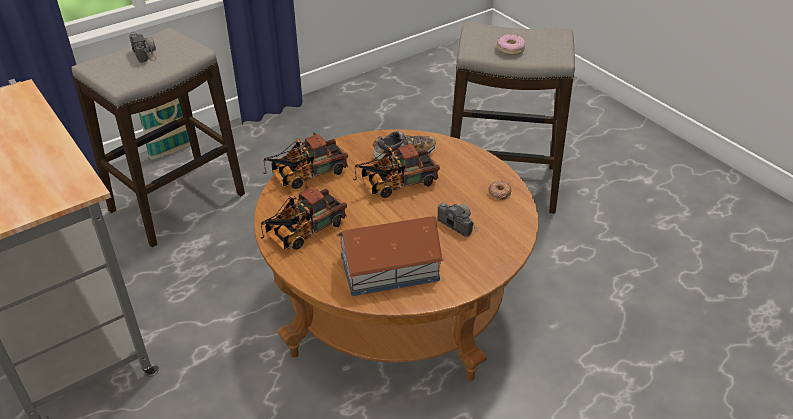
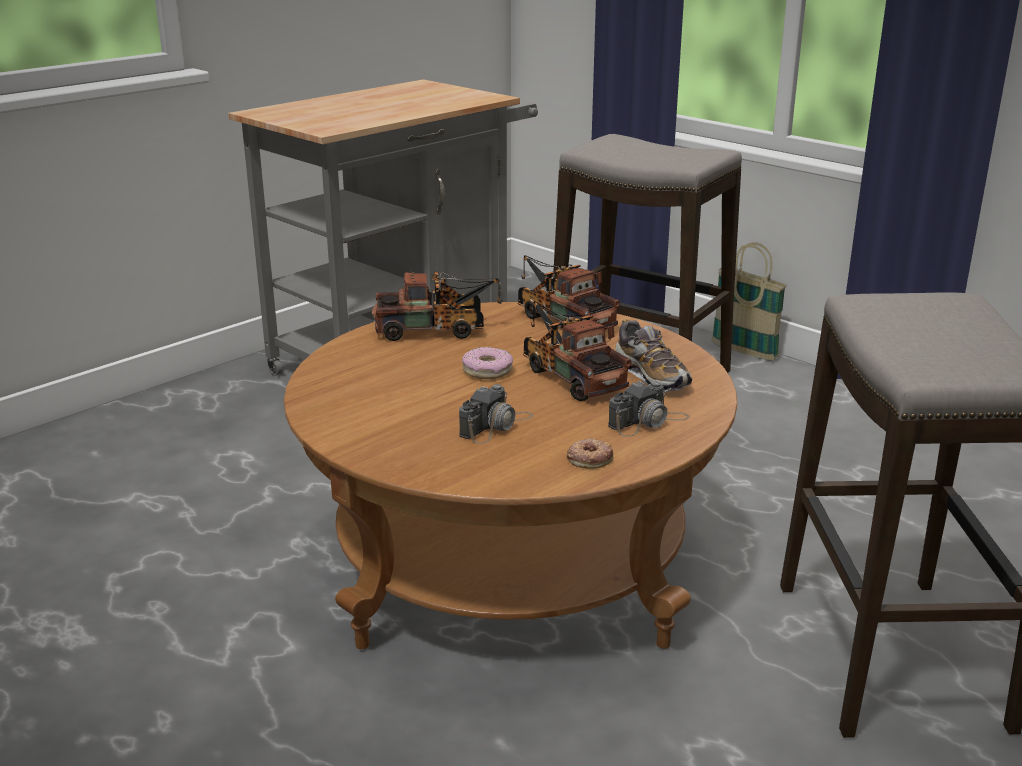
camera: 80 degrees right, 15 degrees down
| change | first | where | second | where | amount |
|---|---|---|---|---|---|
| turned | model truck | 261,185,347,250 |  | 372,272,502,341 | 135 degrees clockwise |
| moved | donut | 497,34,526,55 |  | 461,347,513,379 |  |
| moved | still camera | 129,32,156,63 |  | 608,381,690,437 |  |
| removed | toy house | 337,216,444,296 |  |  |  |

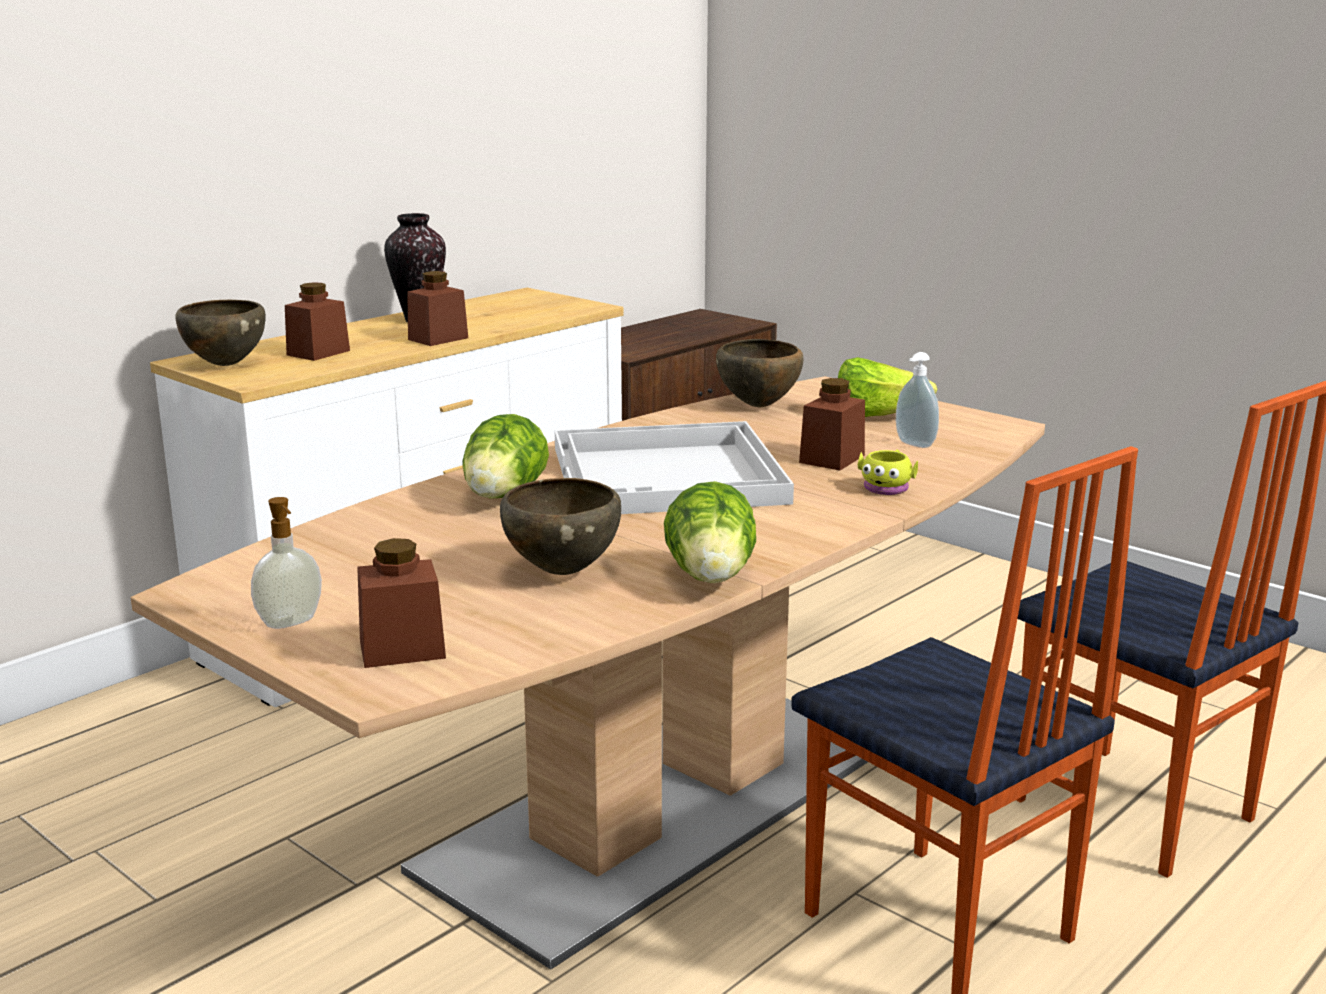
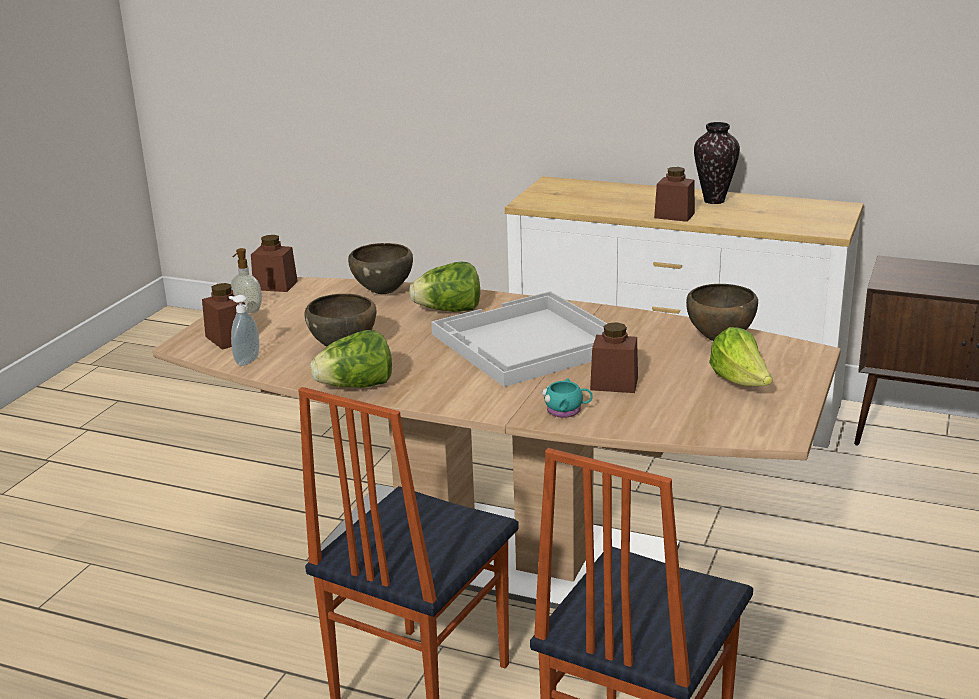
camera: 70 degrees right, 5 degrees up
| change | first | where | second | where | amount |
|---|---|---|---|---|---|
| moved | soap dispenser | 896,352,939,448 |  | 229,295,259,366 |  |
| moved | brown storage jar | 285,282,350,361 |  | 251,235,298,292 |  |
| moved | brown serving bowl | 175,300,266,366 |  | 348,243,413,294 |  |
| recoloured | yellowish tea mug | 858,450,918,495 | turquoise tea mug | 542,378,593,418 |  |

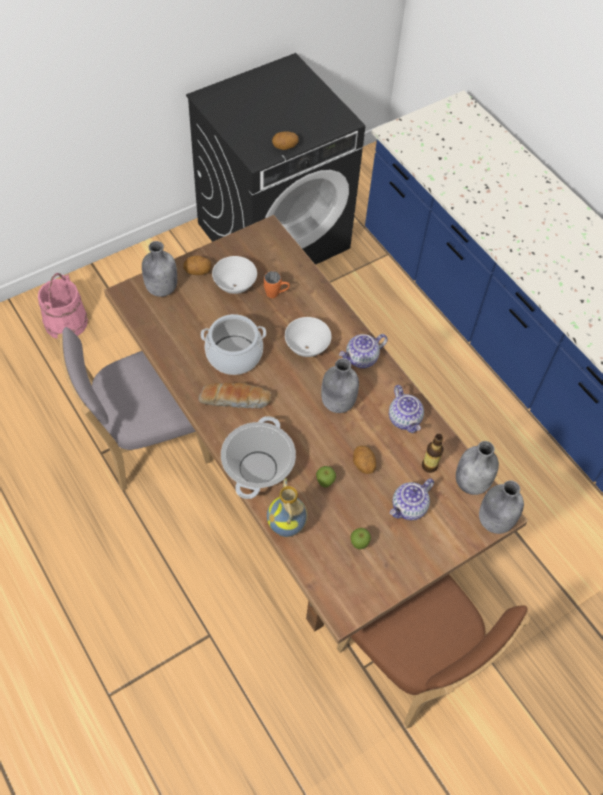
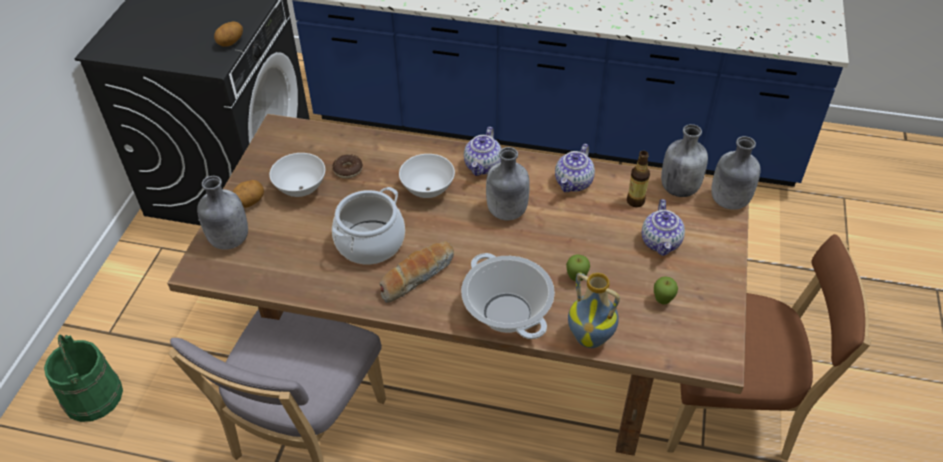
camera: 40 degrees left, 10 degrees down
| change | first | where | second | where | amount |
|---|---|---|---|---|---|
| recoloured | pinkish bucket | 38,273,88,339 | green-coloured bucket | 44,334,123,422 |  |
| replaced | orange-coloured tea mug | 264,271,290,298 | donut | 333,154,363,179 |  |
| turned | tea pot | 389,385,424,433 |  | 555,144,595,192 | 90 degrees clockwise |
| removed | potato | 353,446,376,474 |  |  |  |

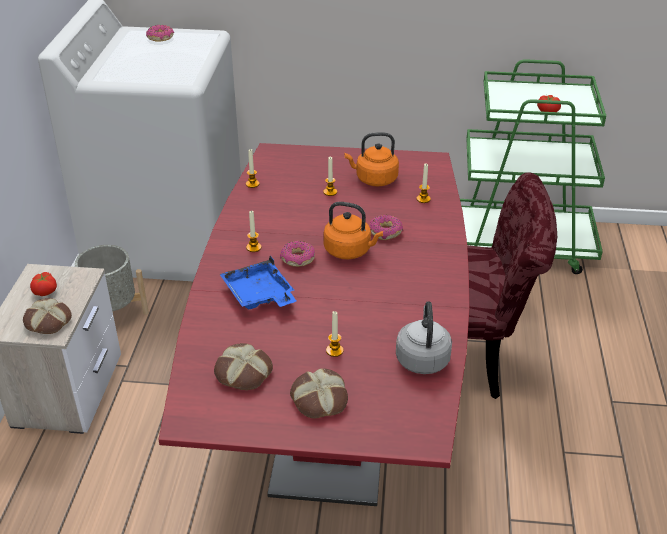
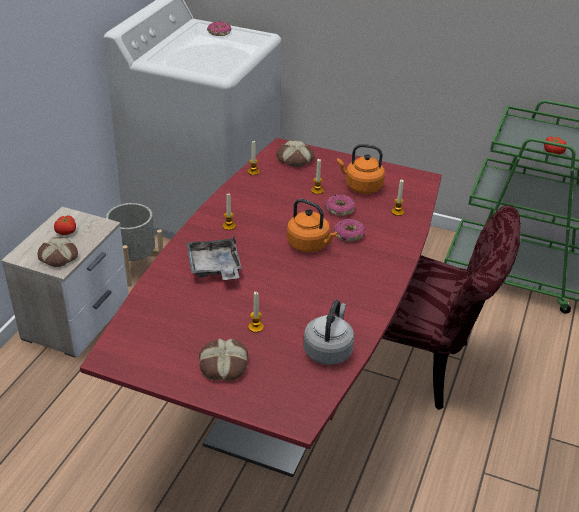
camera: 15 degrees right, 0 degrees up
| change | first | where | second | where | amount |
|---|---|---|---|---|---|
| recoloured | blue carrying tray | 220,256,296,309 | gray carrying tray | 186,236,242,280 |  |
| moved | bread | 214,343,273,390 |  | 276,140,315,167 |  |
| moved | donut | 280,241,315,267 |  | 325,195,355,216 |  |

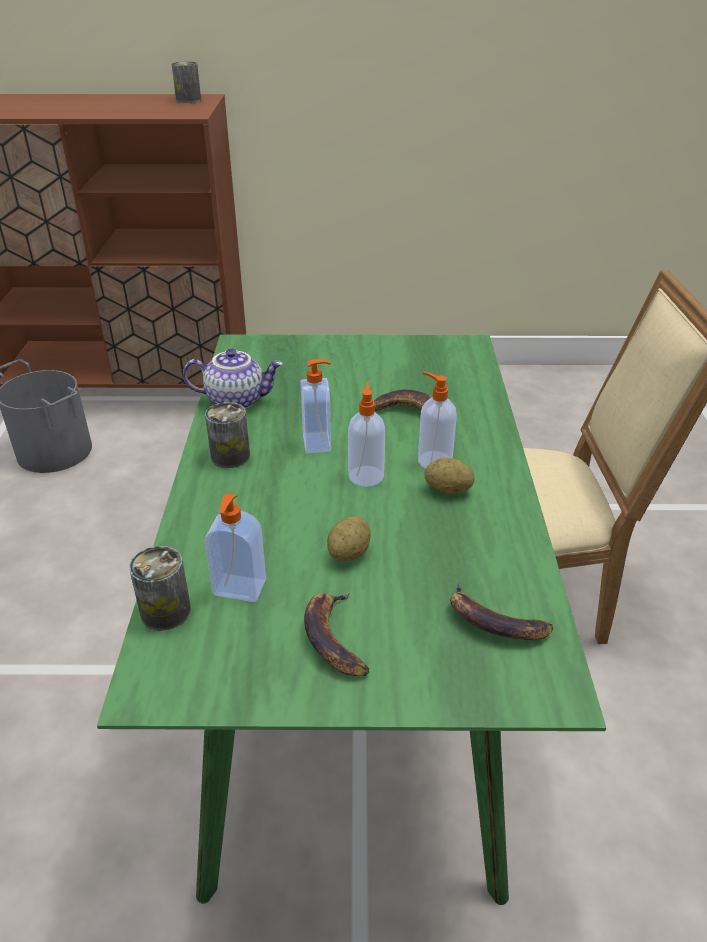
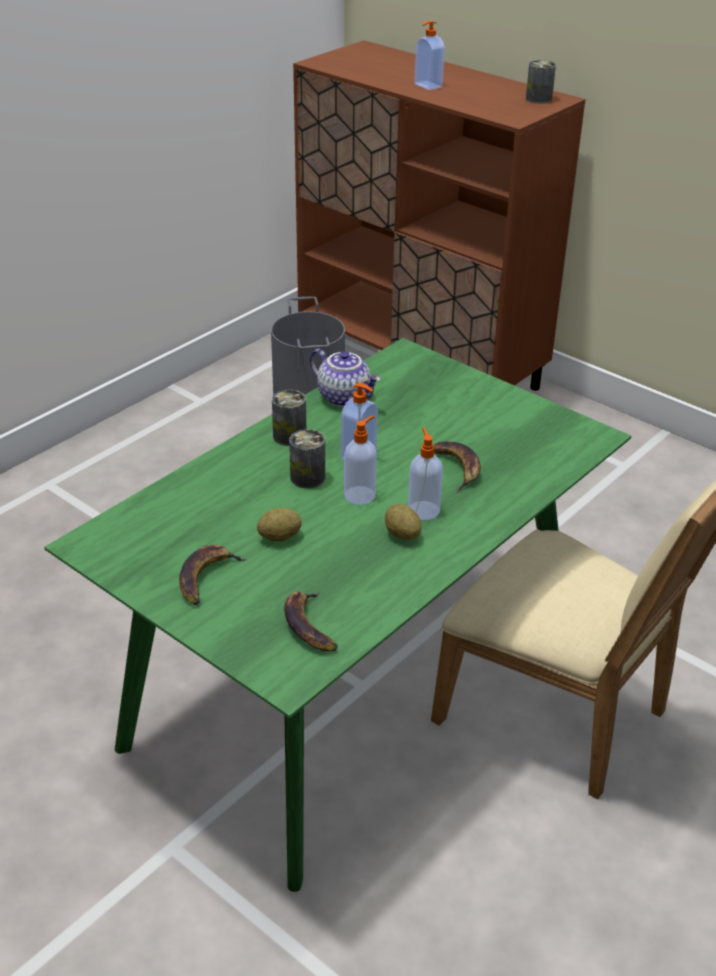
camera: 40 degrees right, 0 degrees up
| change | first | where | second | where | amount |
|---|---|---|---|---|---|
| moved | can | 129,546,191,631 |  | 289,429,325,488 |  |
| moved | soap dispenser | 205,493,266,602 |  | 414,21,445,90 |  |

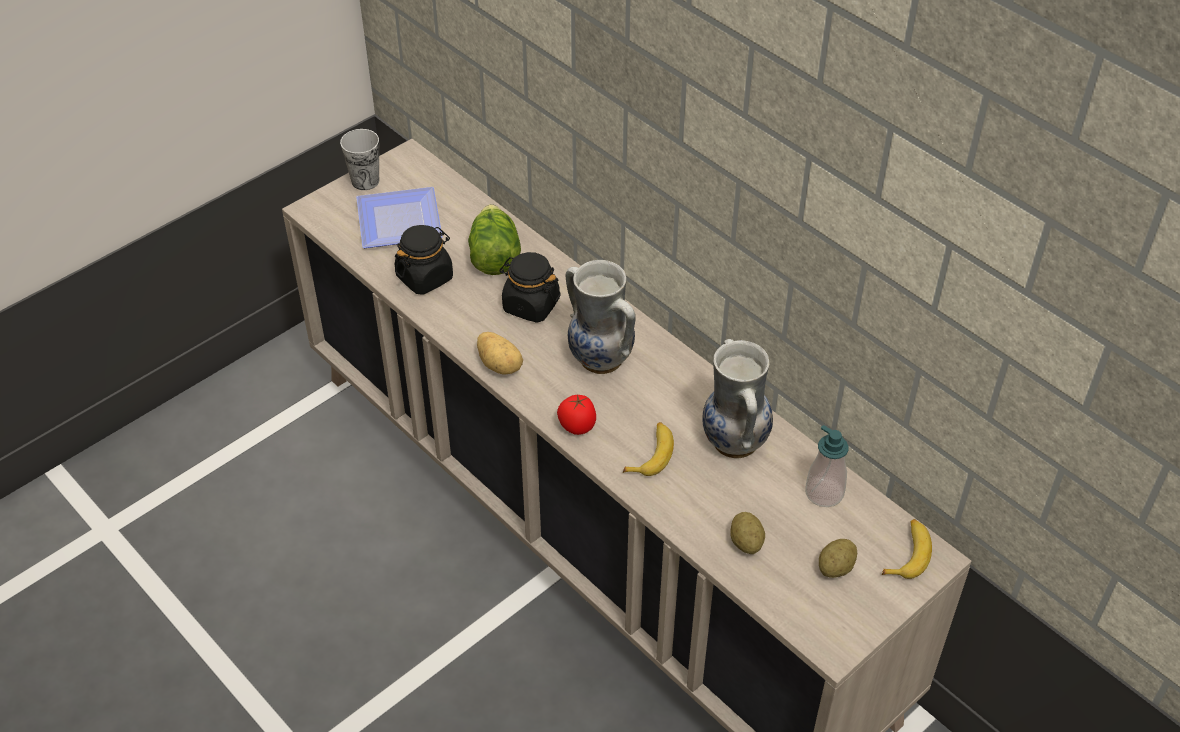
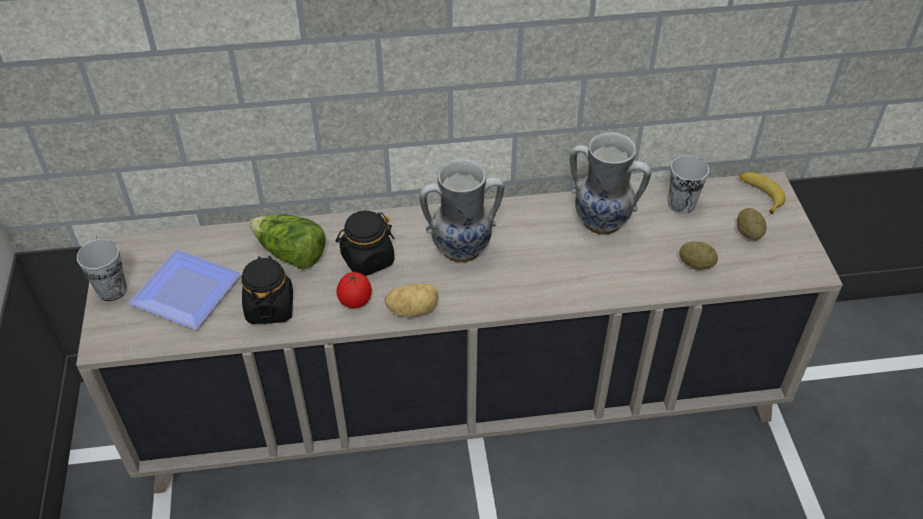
camera: 55 degrees left, 0 degrees up
| change | first | where | second | where | amount |
|---|---|---|---|---|---|
| moved | whole tomato | 557,395,596,435 |  | 336,272,372,308 |  |
| replaced | soap dispenser | 805,425,849,507 | cup | 668,155,709,214 |  |
| removed | whole banana | 623,422,674,476 |  |  |  |

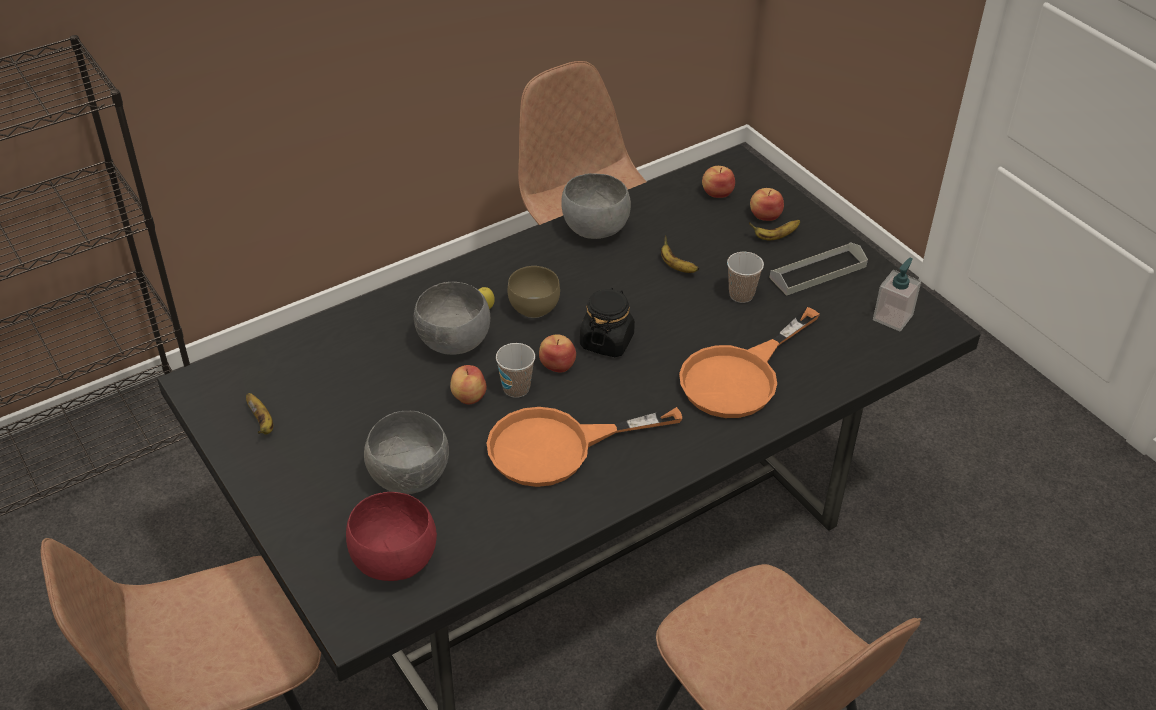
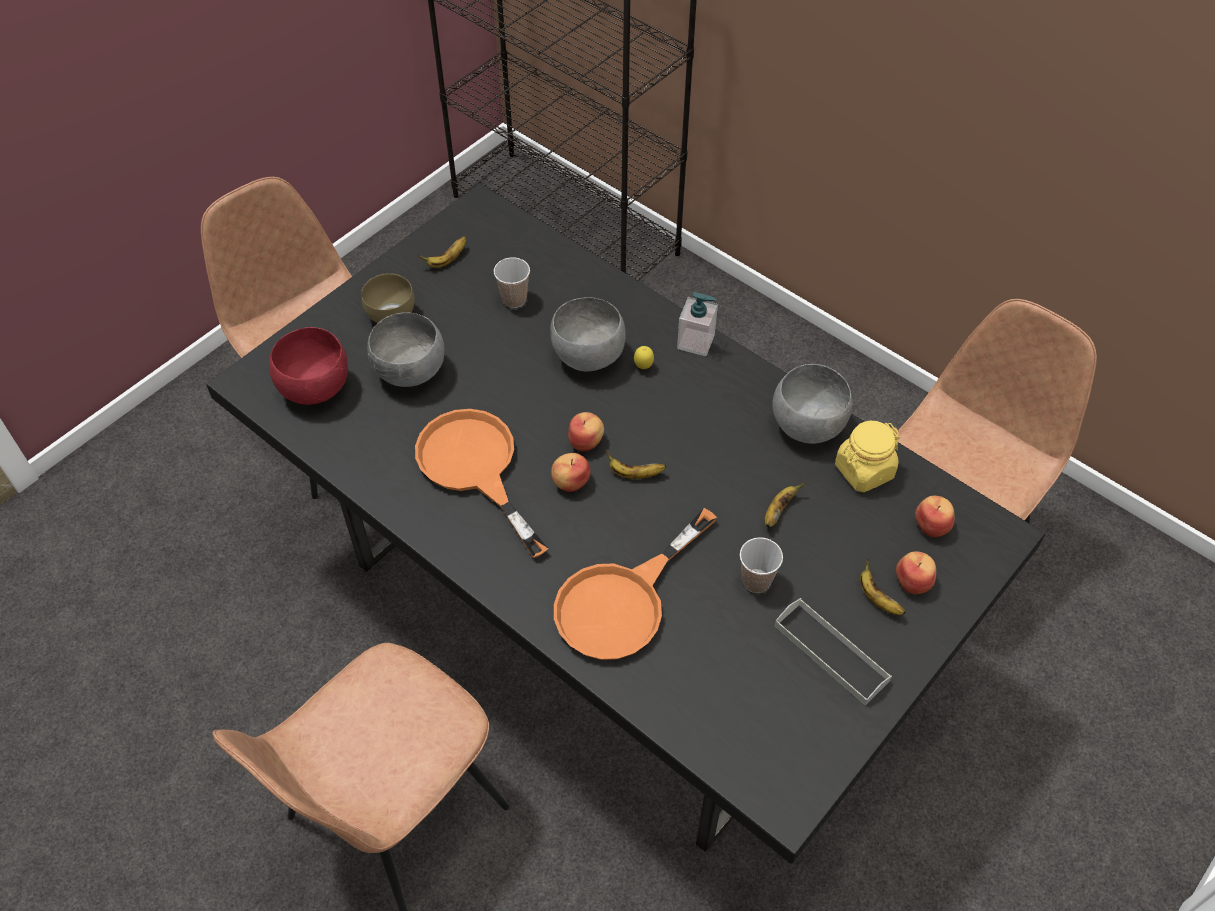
camera: 75 degrees right, 10 degrees up
| change | first | where | second | where | amount |
|---|---|---|---|---|---|
| moved | brown serving bowl | 507,266,560,318 |  | 361,273,415,323 |  |
| moved | cup | 496,343,535,398 |  | 494,257,530,308 |  |
| moved | apple fruit | 450,365,487,404 |  | 551,453,591,492 |  |
| turned | orange-coloured skillet | 679,307,820,418 |  | 554,508,717,660 | 75 degrees counterclockwise |
| replaced | black storage jar | 580,288,635,357 | whole banana | 605,450,666,479 |  |
| moved | soap dispenser | 873,257,921,332 |  | 677,292,718,356 |  |
| added |  |  | yellowish storage jar | 835,420,900,492 |  |

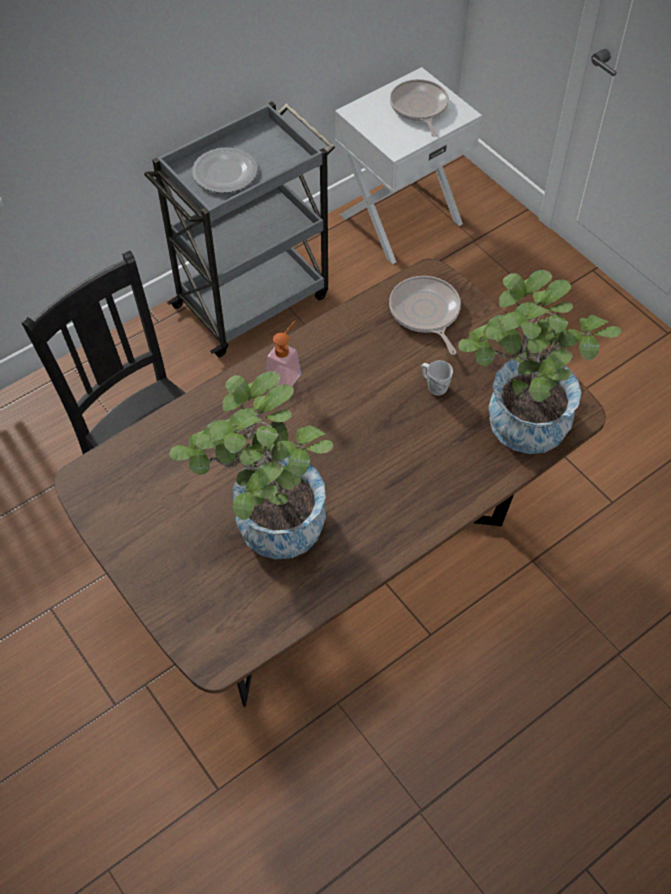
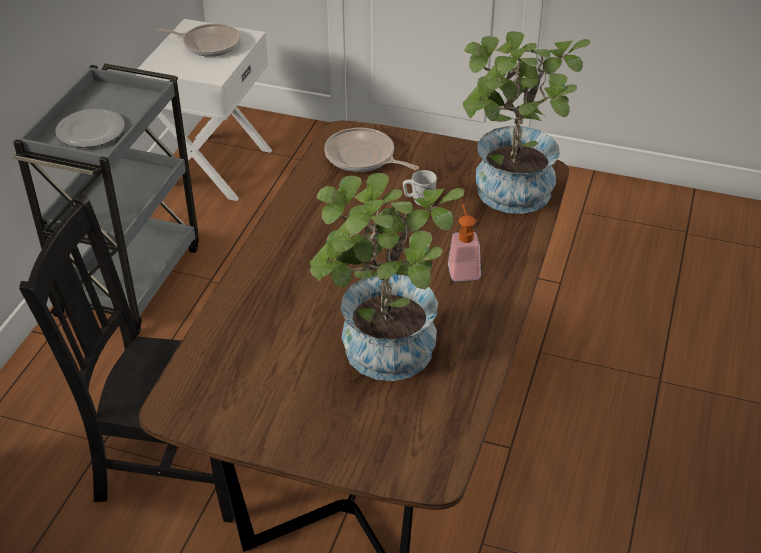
camera: 35 degrees left, 15 degrees down
| change | first | where | second | where | amount |
|---|---|---|---|---|---|
| turned | skillet | 390,79,449,137 |  | 157,24,241,57 | 150 degrees clockwise |
| moved | soap dispenser | 266,321,301,386 |  | 448,204,481,281 |  |

